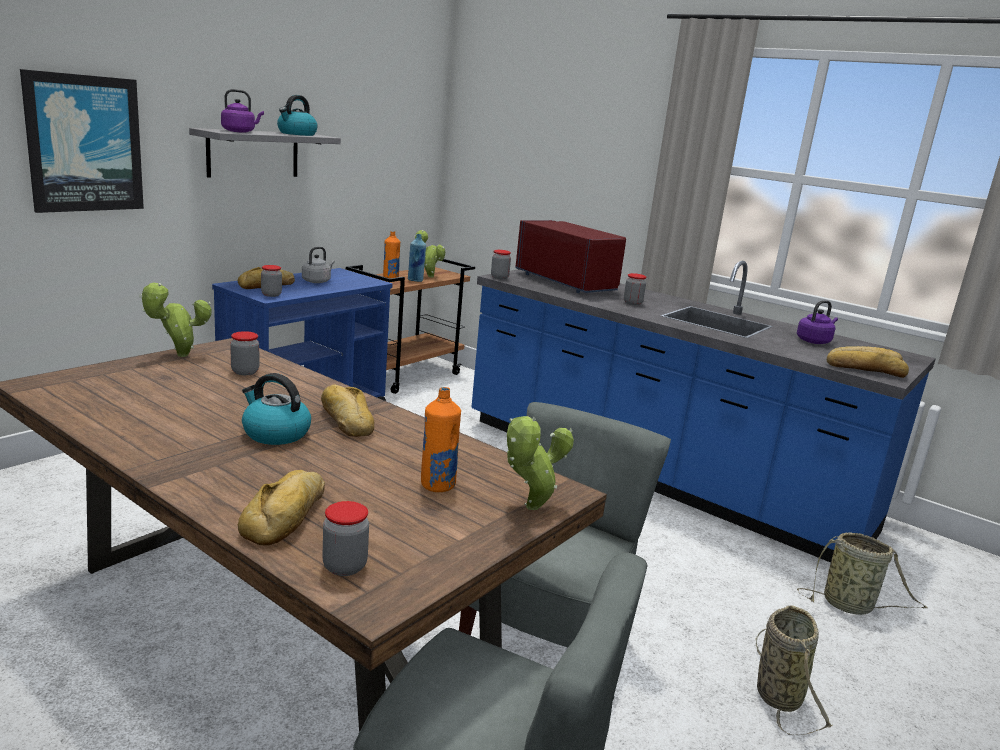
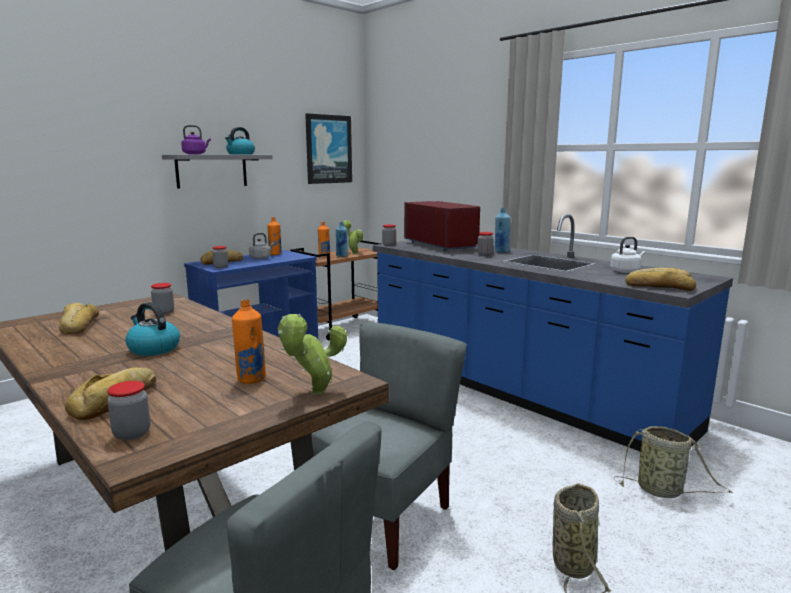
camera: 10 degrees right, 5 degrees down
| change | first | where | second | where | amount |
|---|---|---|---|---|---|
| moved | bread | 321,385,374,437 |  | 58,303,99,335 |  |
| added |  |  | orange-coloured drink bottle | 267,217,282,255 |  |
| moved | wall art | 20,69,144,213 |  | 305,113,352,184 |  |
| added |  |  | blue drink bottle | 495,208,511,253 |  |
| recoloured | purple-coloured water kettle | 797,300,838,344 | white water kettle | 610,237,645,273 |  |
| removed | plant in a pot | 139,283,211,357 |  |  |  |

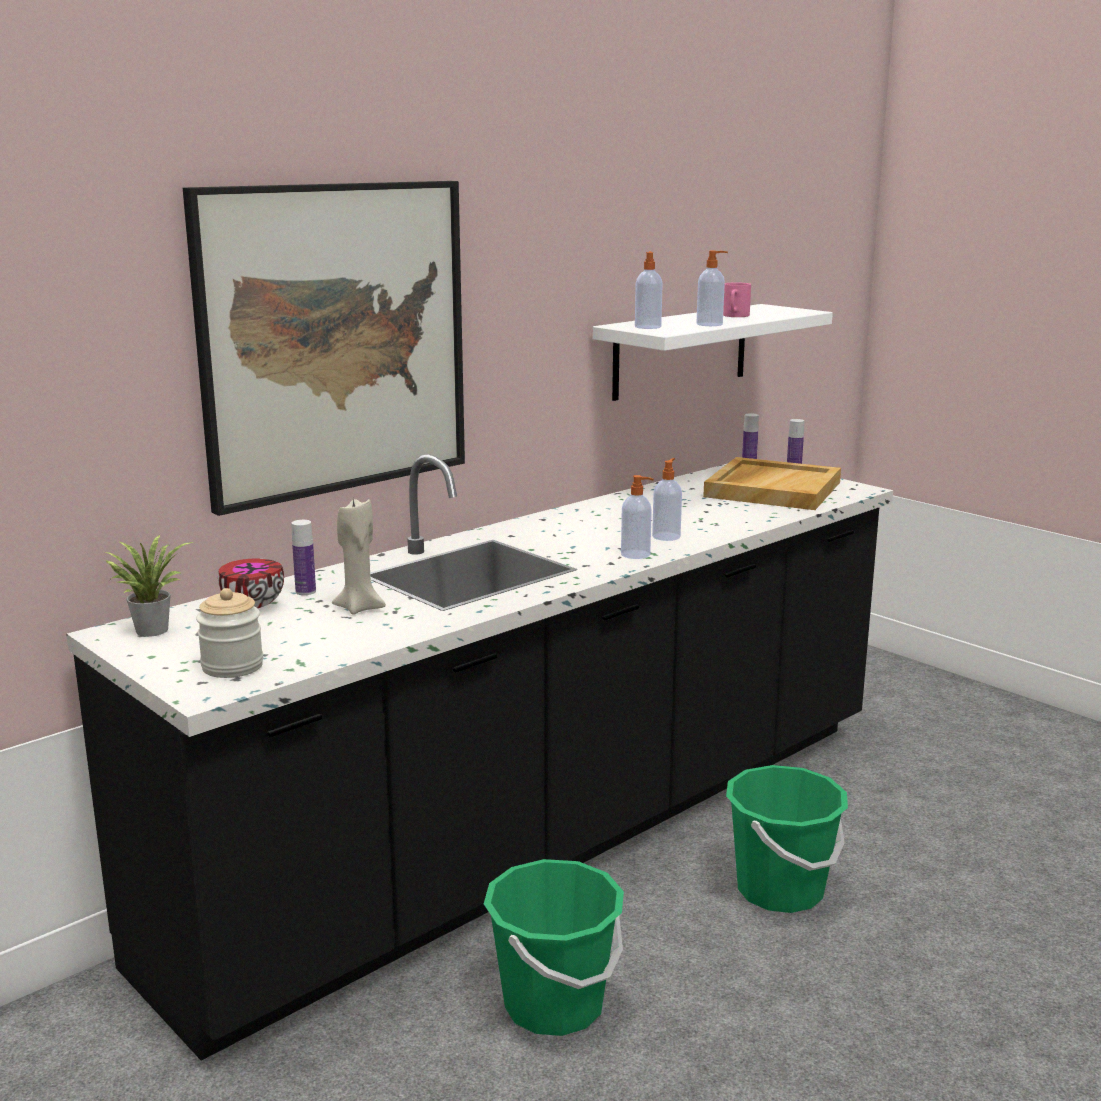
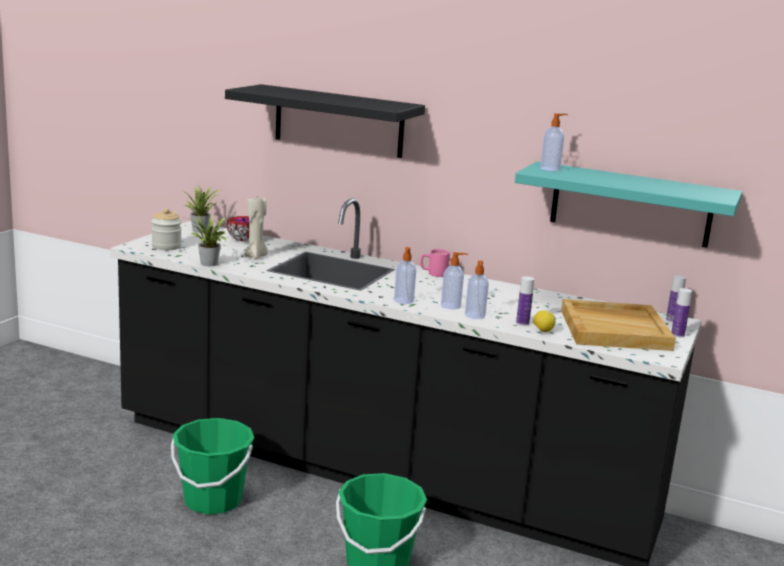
camera: 65 degrees right, 0 degrees up
| change | first | where | second | where | amount |
|---|---|---|---|---|---|
| added |  |  | plant in a pot | 182,214,227,266 |  |
| replaced | wall art | 183,181,465,516 | black bracket shelf | 225,84,425,158 |  |
| moved | pinkish tea mug | 723,282,751,317 |  | 420,249,450,277 |  |
| moved | soap dispenser | 697,251,728,326 |  | 465,260,489,319 |  |
| recoloured | white bracket shelf | 593,304,833,401 | turquoise bracket shelf | 515,162,743,248 |  |
| moved | drink bottle | 291,520,316,595 |  | 516,276,534,326 |  |
| added |  |  | lemon | 533,310,556,332 |  |

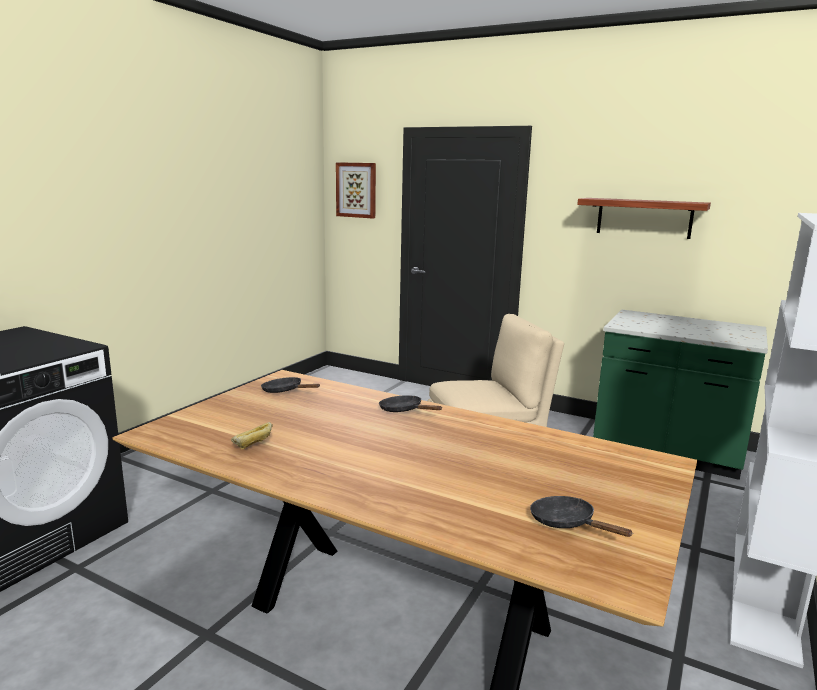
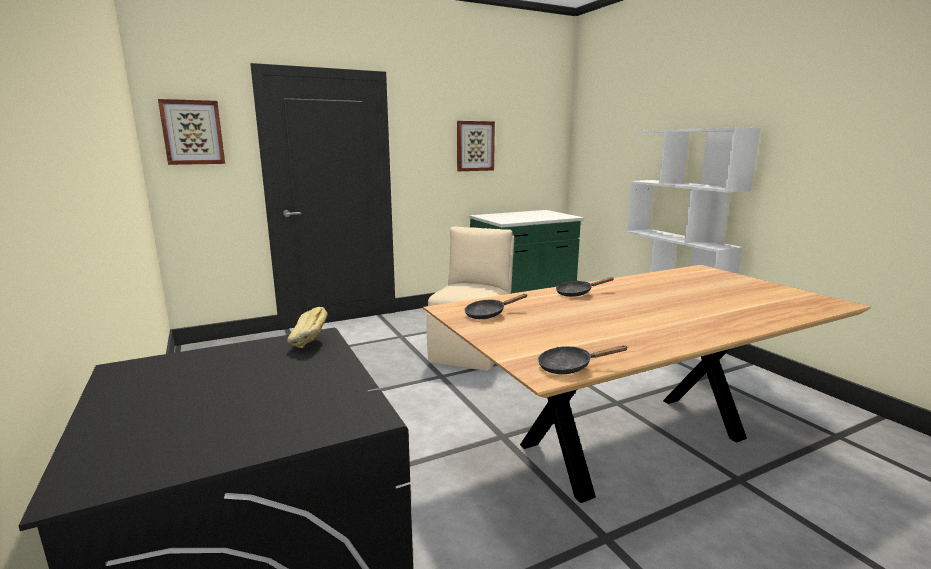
camera: 55 degrees left, 0 degrees up
| change | first | where | second | where | amount |
|---|---|---|---|---|---|
| moved | bread | 231,422,273,450 |  | 287,307,328,348 |  |
| replaced | bracket shelf | 577,198,711,239 | wall art | 457,121,495,171 |  |
| moved | black skillet | 530,496,633,537 |  | 538,345,628,374 |  |

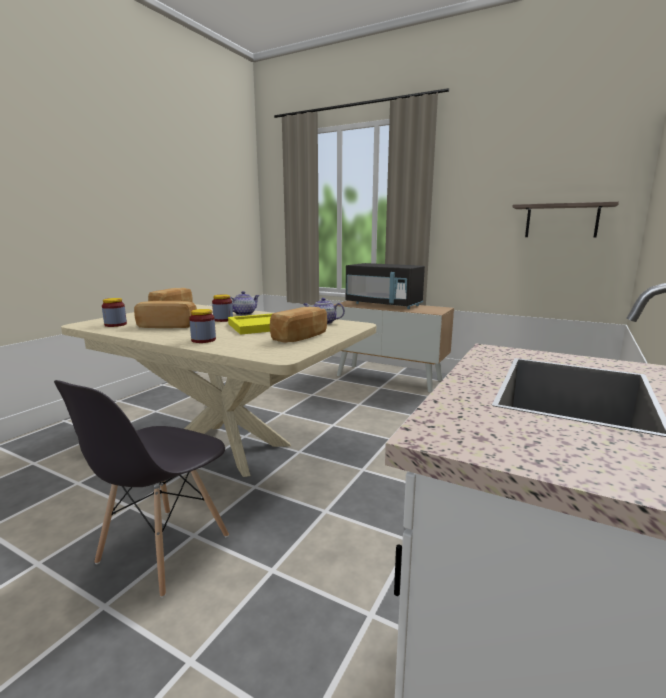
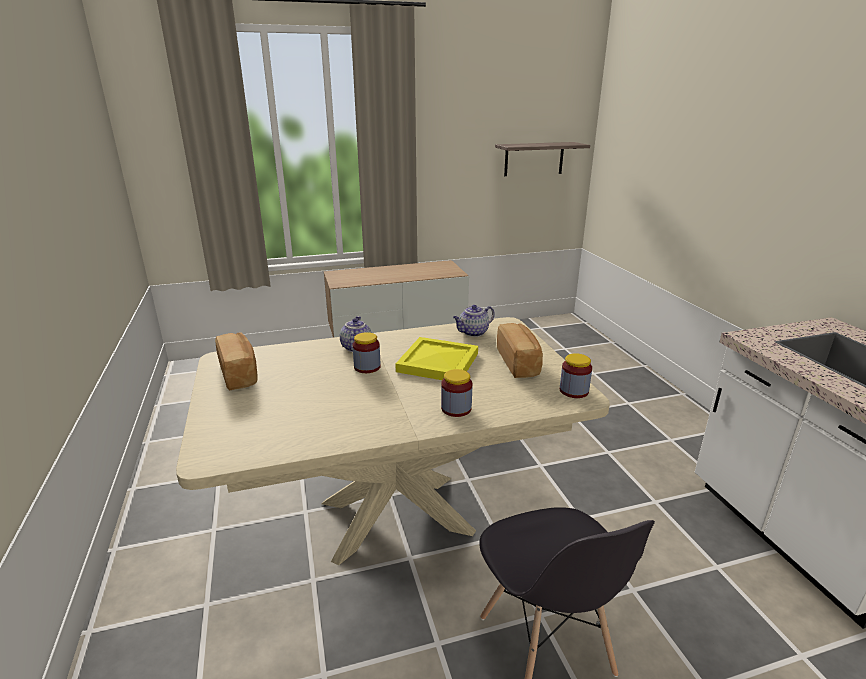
camera: 45 degrees left, 10 degrees up
| change | first | where | second | where | amount |
|---|---|---|---|---|---|
| moved | storage jar | 102,298,127,327 |  | 560,353,592,398 |  |
| removed | bread | 134,301,197,328 |  |  |  |
| removed | black kitchen microwave | 346,263,425,309 |  |  |  |

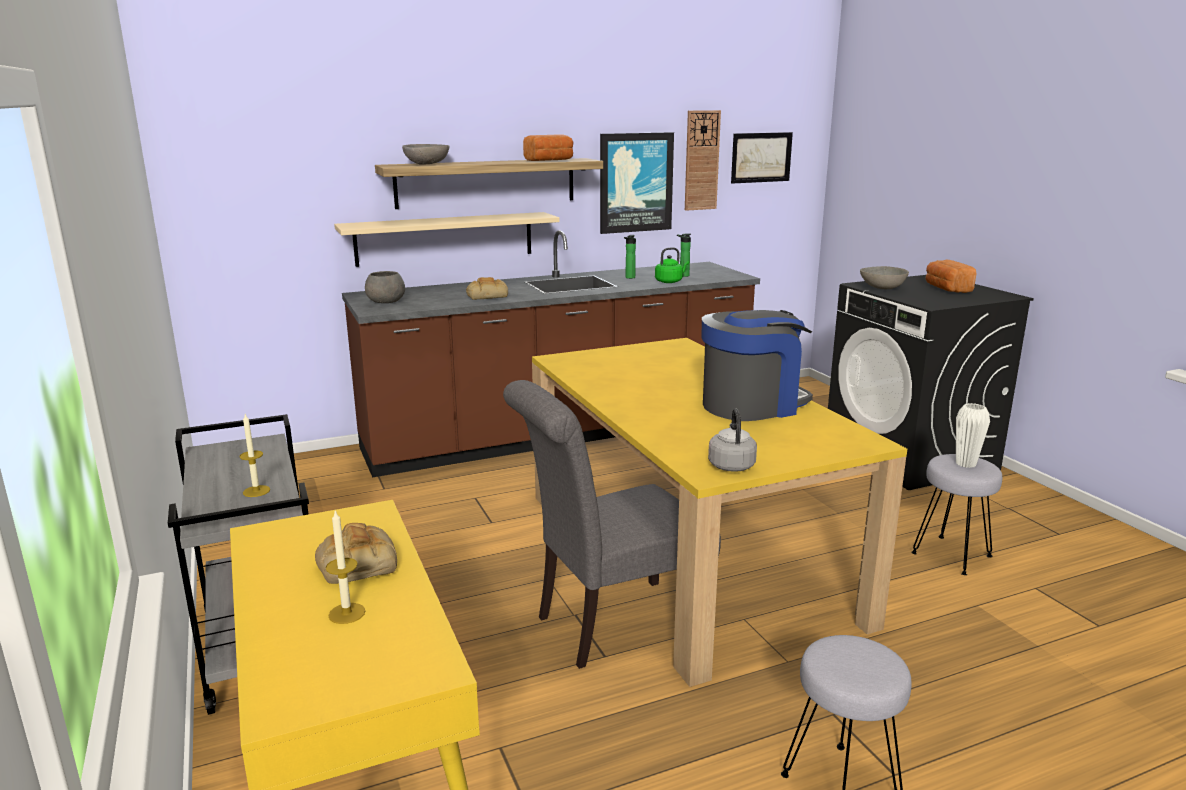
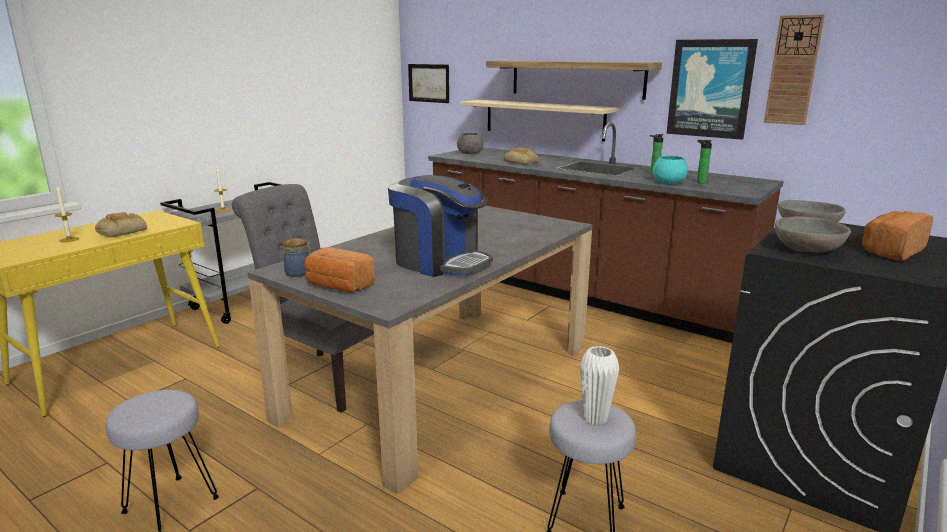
camera: 60 degrees right, 0 degrees up
| change | first | where | second | where | amount |
|---|---|---|---|---|---|
| recoloured | yellowish kitchen table | 532,338,907,687 | gray kitchen table | 248,206,592,495 |  |
| replaced | gray water kettle | 708,409,757,472 | storage jar | 283,238,311,277 |  |
| moved | bread | 523,134,573,161 |  | 304,247,375,292 |  |
| moved | wall art | 731,132,793,183 |  | 408,64,449,103 |  |
| replaced | green-coloured water kettle | 655,247,689,283 | turquoise serving bowl | 653,155,688,184 |  |
| moved | gray serving bowl | 402,144,450,165 |  | 775,216,851,252 |  |

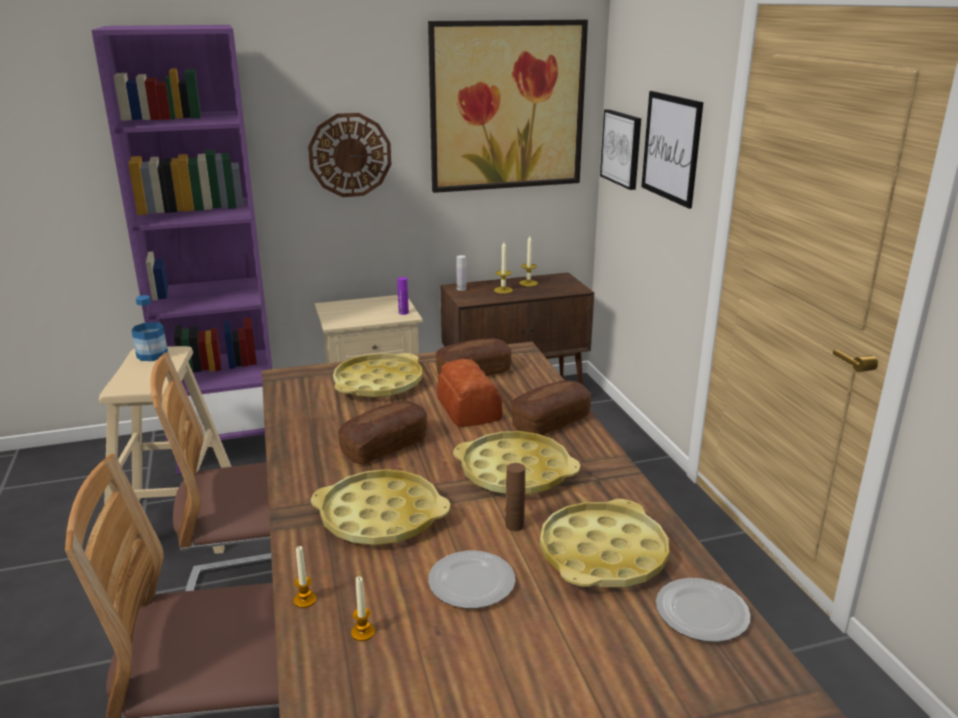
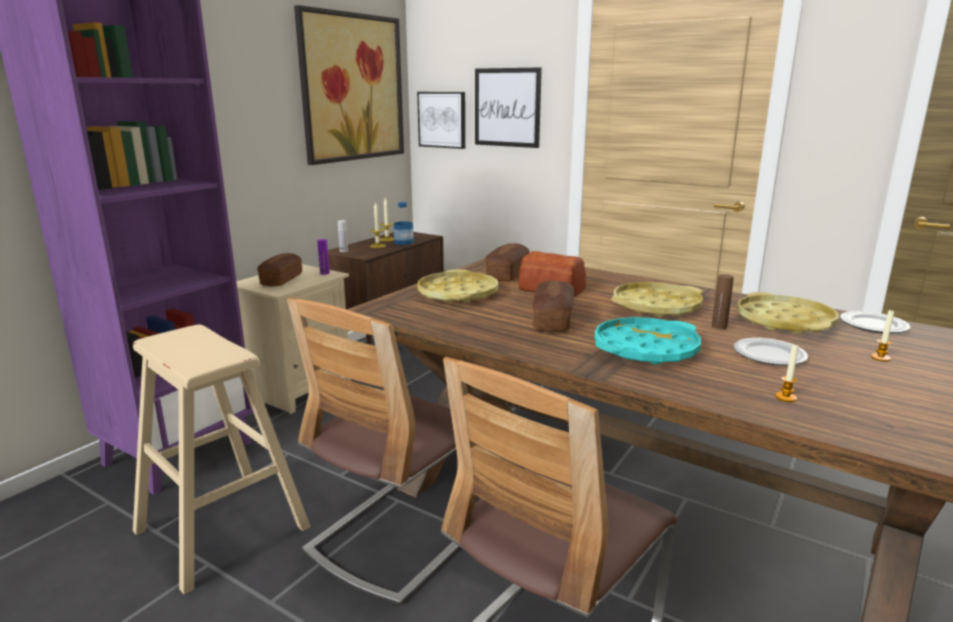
camera: 40 degrees left, 5 degrees down
| change | first | where | second | where | amount |
|---|---|---|---|---|---|
| moved | bread | 511,380,591,435 |  | 257,253,302,286 |  |
| moved | drink bottle | 131,295,168,361 |  | 394,202,414,245 |  |
| recoloured | yellowish carrying tray | 311,469,450,545 | turquoise carrying tray | 595,317,701,365 |  |
| moved | candle | 294,546,316,608 |  | 871,310,894,362 |  |
| removed | wall clock | 308,113,392,197 |  |  |  |

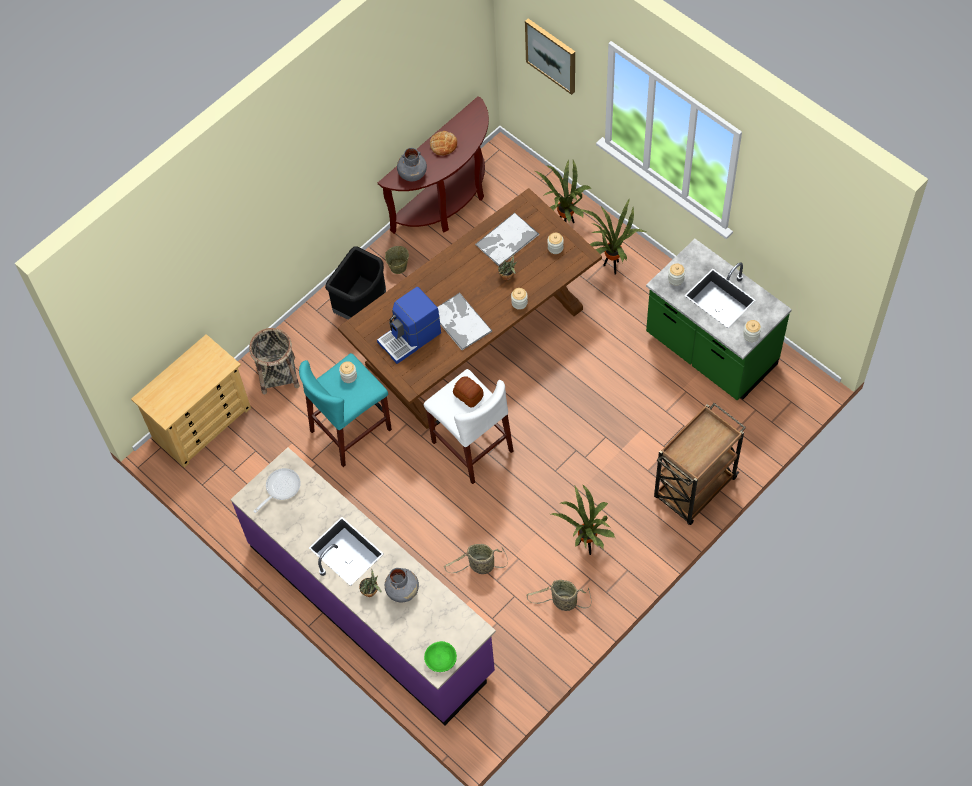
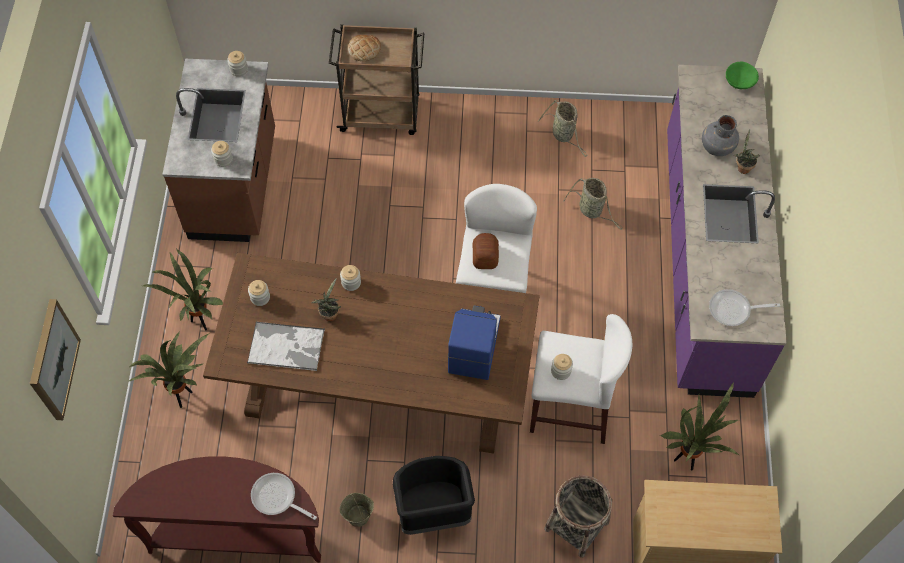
camera: 135 degrees left, 0 degrees up
| change | first | where | second | where | amount |
|---|---|---|---|---|---|
| recoloured | green-coloured kitchen counter | 646,239,792,400 | brown kitchen counter | 162,59,275,242 |  |
| replaced | gray flower vase | 397,148,427,181 | skillet | 251,473,317,520 |  |
| moved | bread | 430,131,457,156 |  | 348,35,381,62 |  |
| turned | coffee maker | 377,287,441,364 |  | 448,306,501,380 | 90 degrees counterclockwise |
| recoloured | turquoise stool seat | 299,353,392,467 | white stool seat | 530,314,632,444 |  |
| moved | plant in a pot | 551,484,615,555 |  | 660,382,739,470 |  |
| removed | carrying tray | 438,293,492,351 |  |  |  |

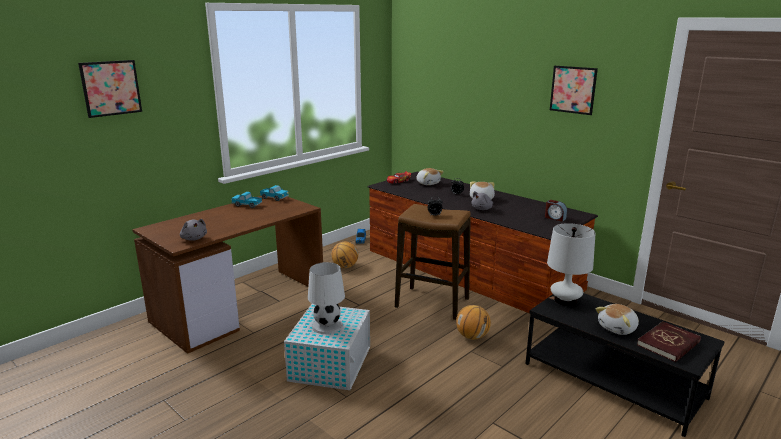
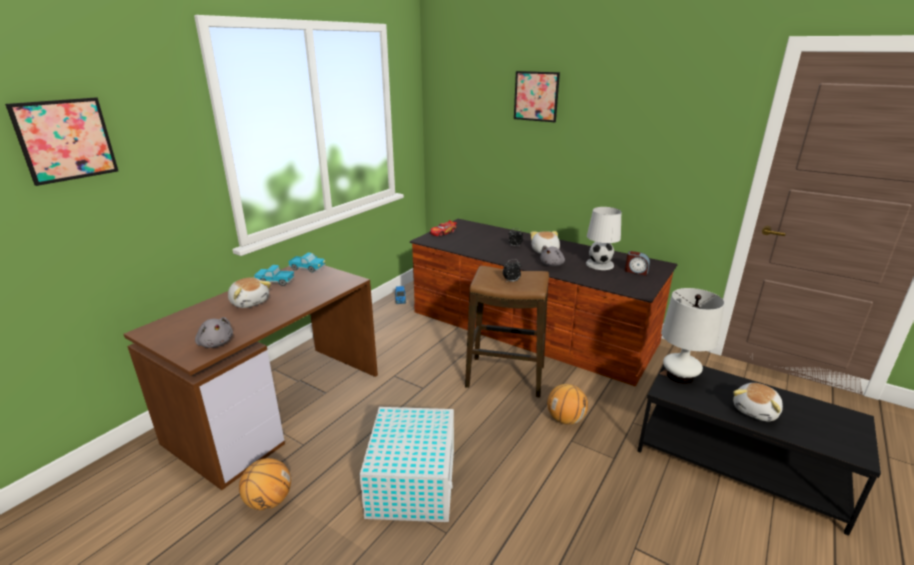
camera: 10 degrees left, 5 degrees up
| change | first | where | second | where | amount |
|---|---|---|---|---|---|
| moved | plush toy | 416,168,444,185 |  | 228,277,271,308 |  |
| moved | basketball ball | 331,242,358,268 |  | 239,458,291,510 |  |
| moved | wall art | 550,66,598,115 |  | 514,71,560,122 |  |
| moved | white tabletop lamp | 308,262,345,334 |  | 586,207,621,270 |  |
| removed | reddish book | 637,321,701,362 |  |  |  |

